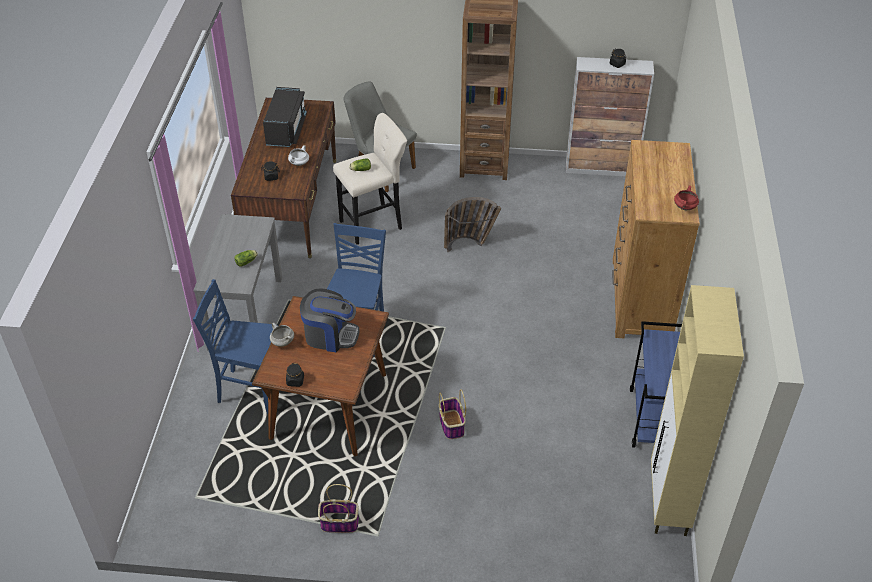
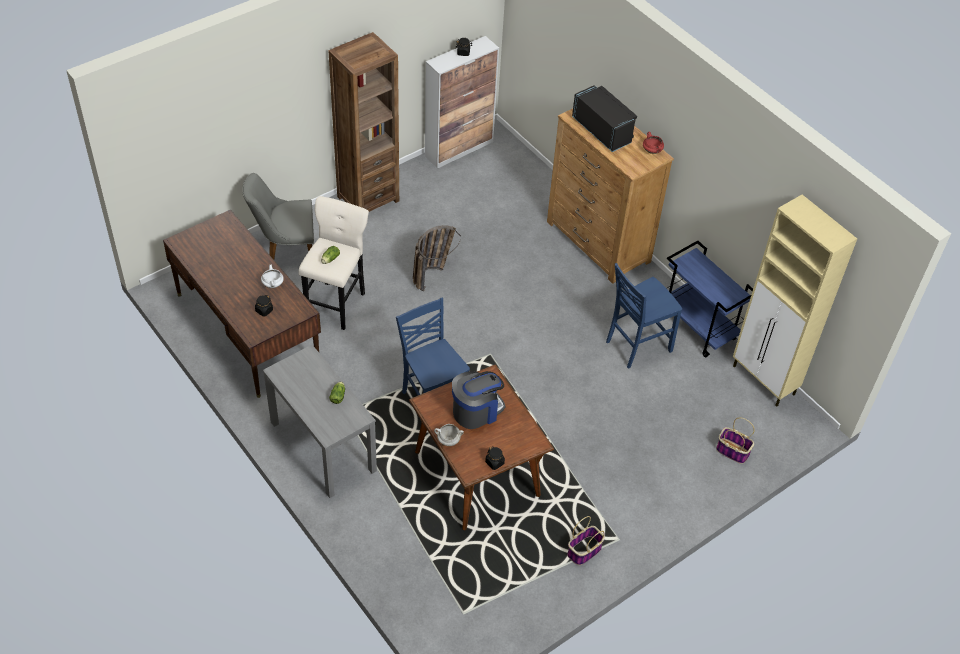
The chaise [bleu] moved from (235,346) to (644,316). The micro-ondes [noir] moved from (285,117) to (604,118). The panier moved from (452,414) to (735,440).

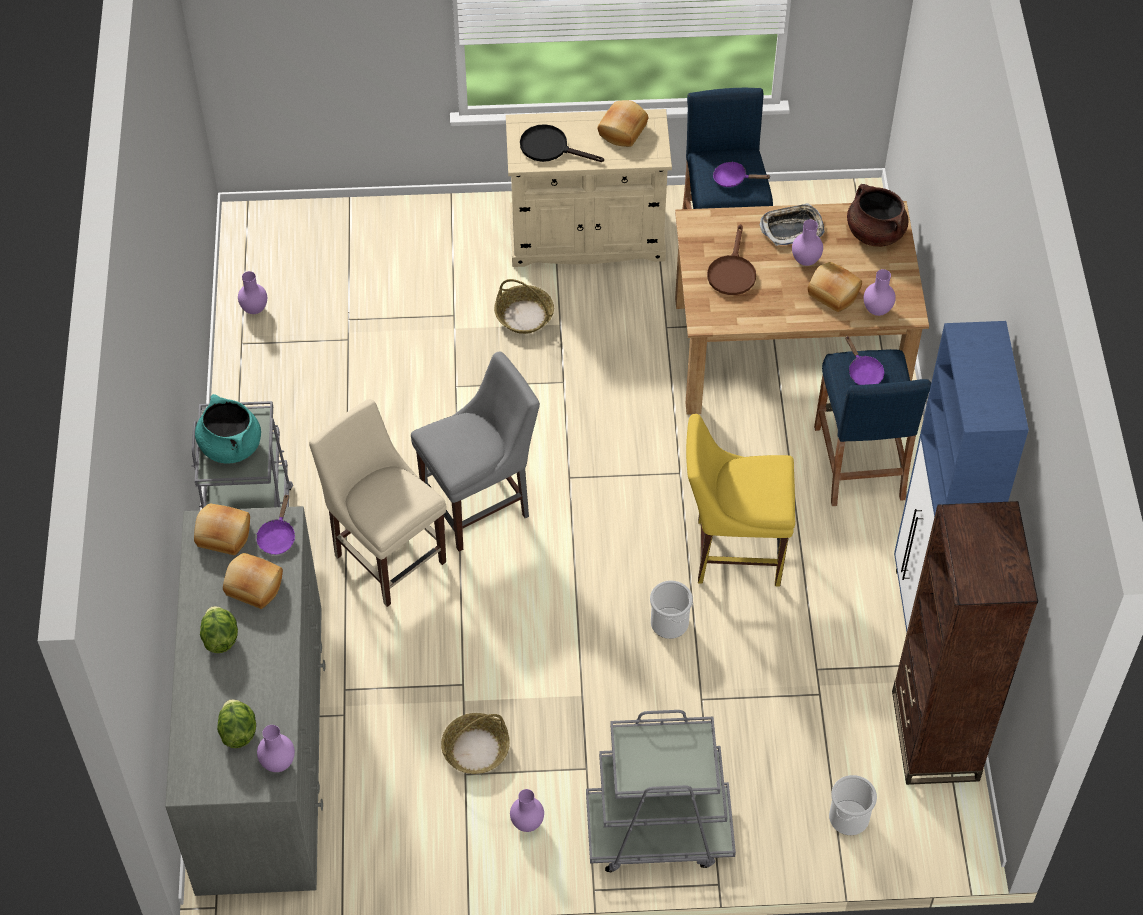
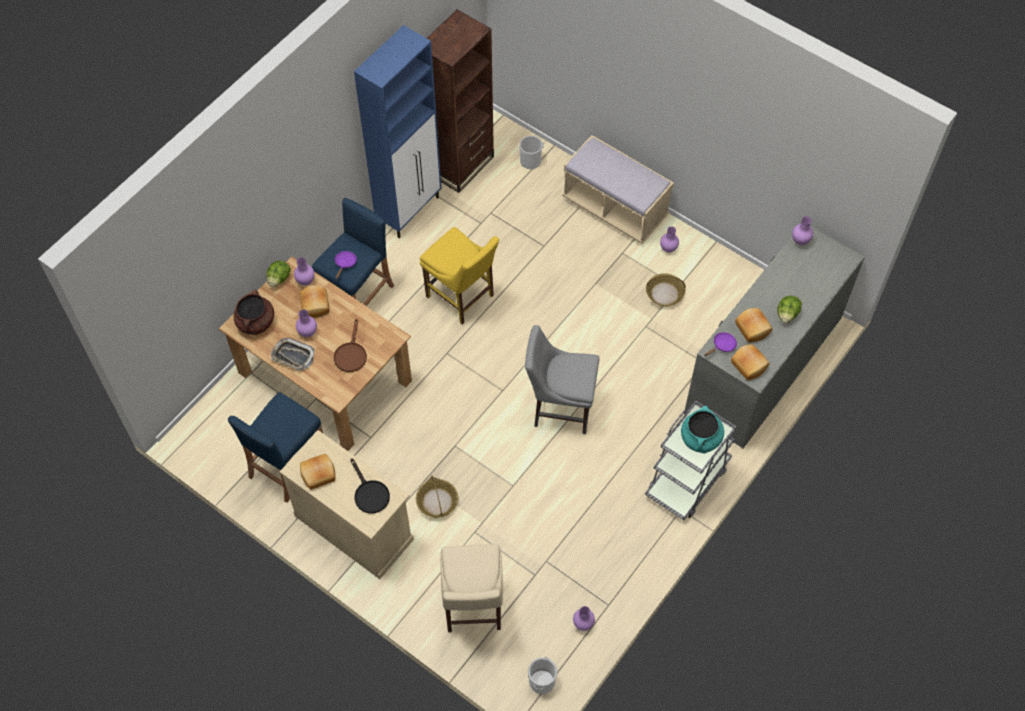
The laitue moved from (236,723) to (278,274). The chaise [beige] moved from (378,503) to (471,588). The chariot [gris] at (661,791) was replaced by the banc [beige] at (618,189). The seau moved from (671,609) to (542,675). The poêle [marron] at (731,259) turned 135 degrees clockwise. The poêle [violet] at (741,174) disappeared.

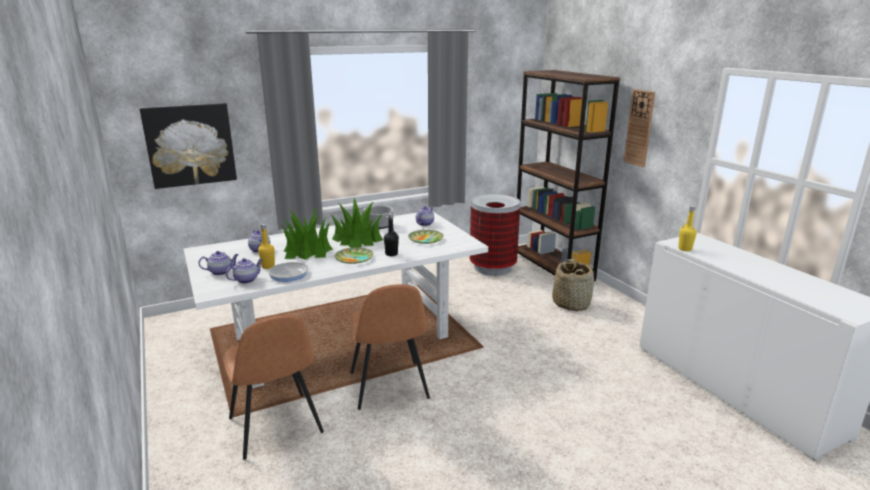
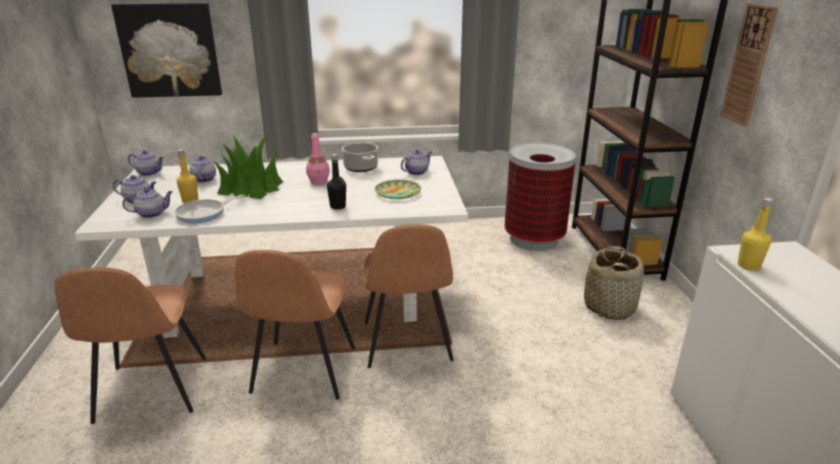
The plante en pot at (357,223) was replaced by the bouteille [rose] at (318,159). The assiette at (354,255) disappeared. The théière at (146,163) appeared. The chaise [marron] at (408,296) appeared.

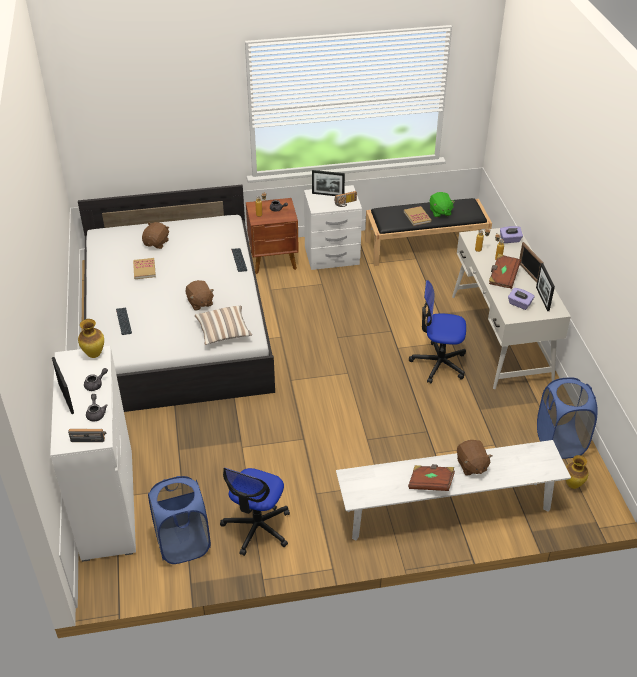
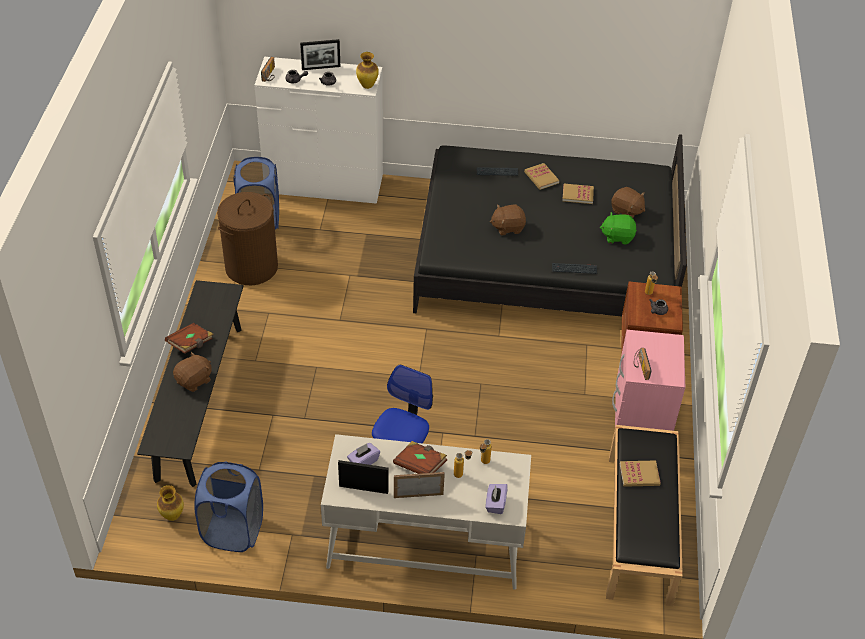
The lit [blanc] at (176,298) became the lit [noir] at (550,225). The coussin at (223,325) disappeared. The chaise de bureau at (255,512) was replaced by the panier à linge [marron] at (247,238). The table de chevet [blanc] at (333,227) became the table de chevet [rose] at (648,380). The cadre photo at (328,183) disappeared. The banc [blanc] at (453,490) became the banc [noir] at (190,383). The peluche [vert] moved from (442,205) to (618,228). The peluche [marron] at (474,458) turned 135 degrees clockwise. The livre at (541,176) appeared.

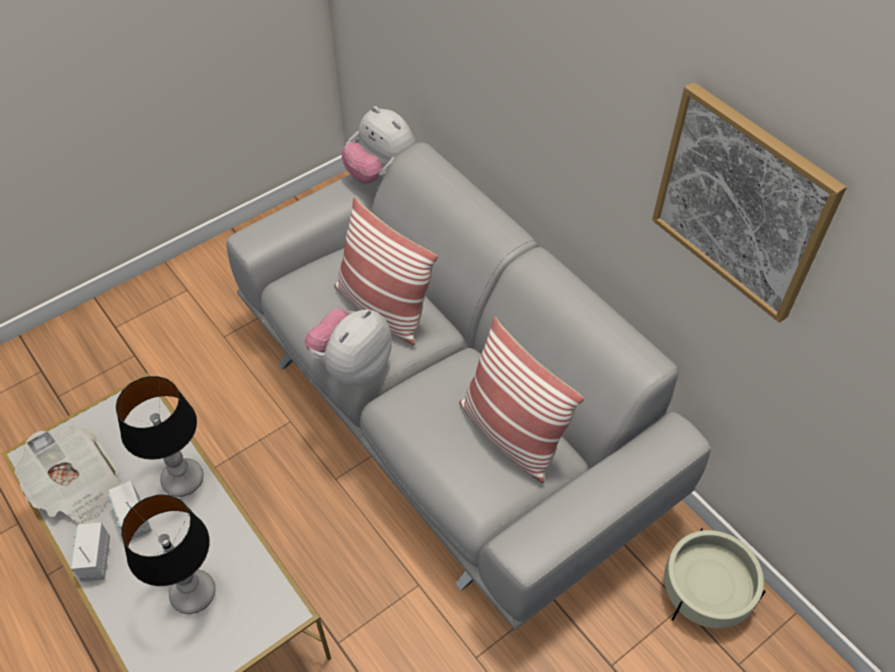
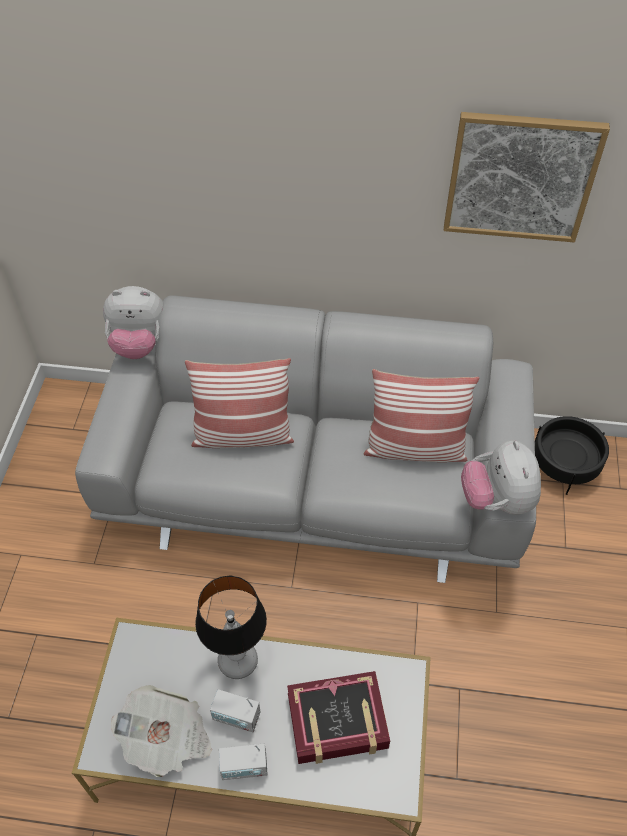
The radio at (90,552) turned 45 degrees counterclockwise. The lampe de table at (168,554) was replaced by the livre at (338,717). The peluche moved from (348,347) to (501,478). The cache-pot [beige] at (715,578) became the cache-pot [noir] at (572,455).

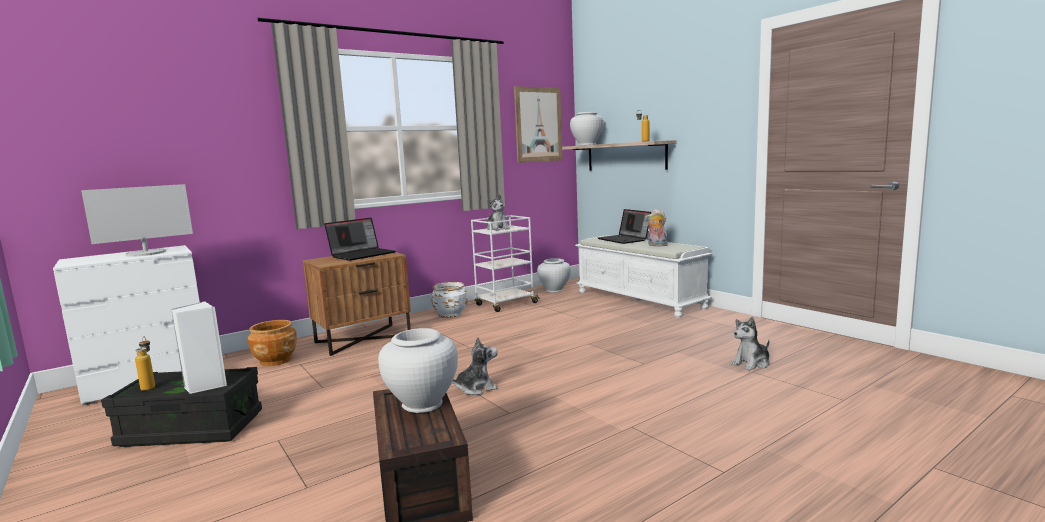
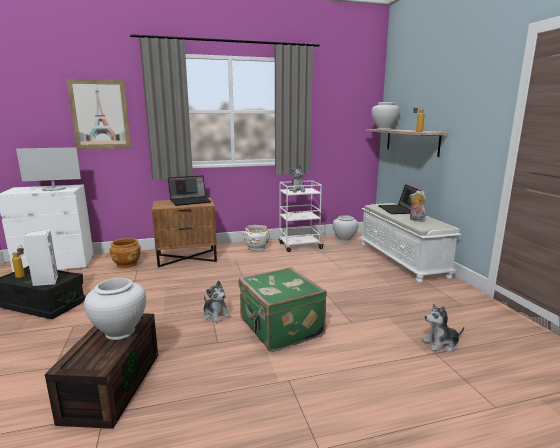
The peluche at (475,365) turned 45 degrees clockwise. The tableau moved from (538,124) to (98,114). The valise [vert] at (283,309) appeared.

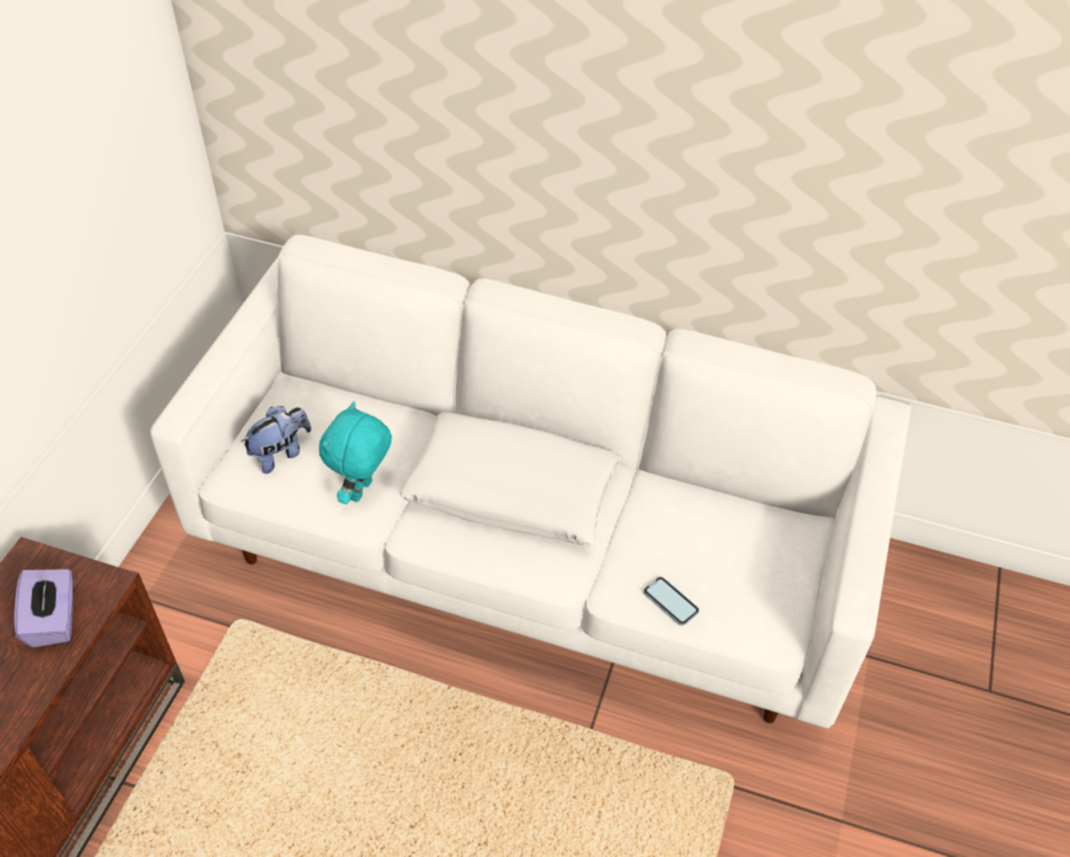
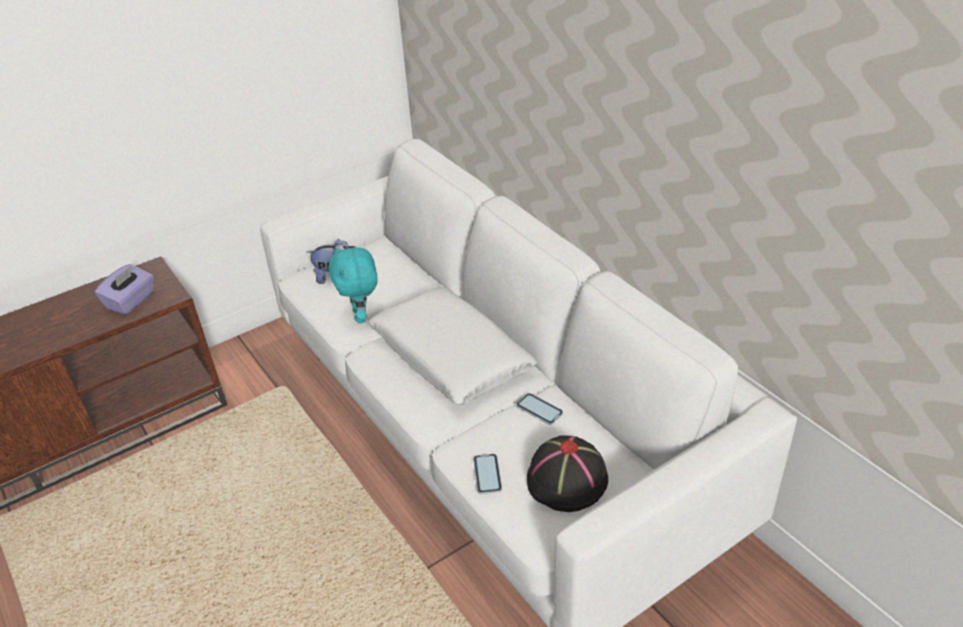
The peluche [turquoise] at (355,452) turned 75 degrees counterclockwise. The téléphone at (539,409) appeared. The chapeau [noir] at (567,473) appeared.

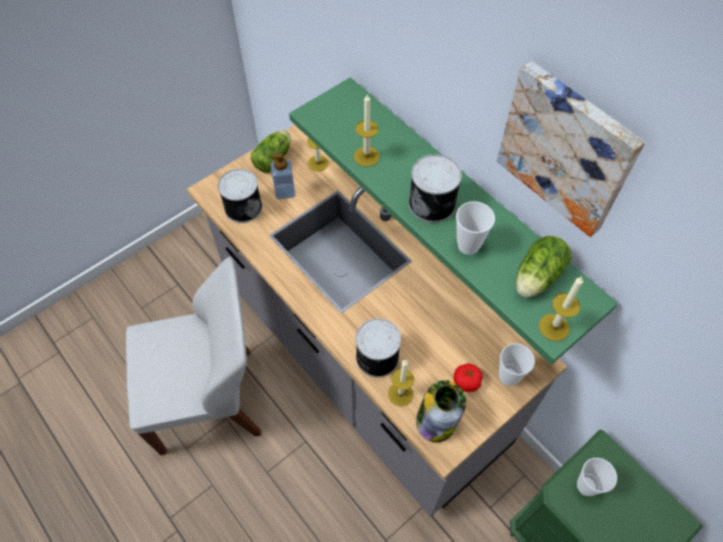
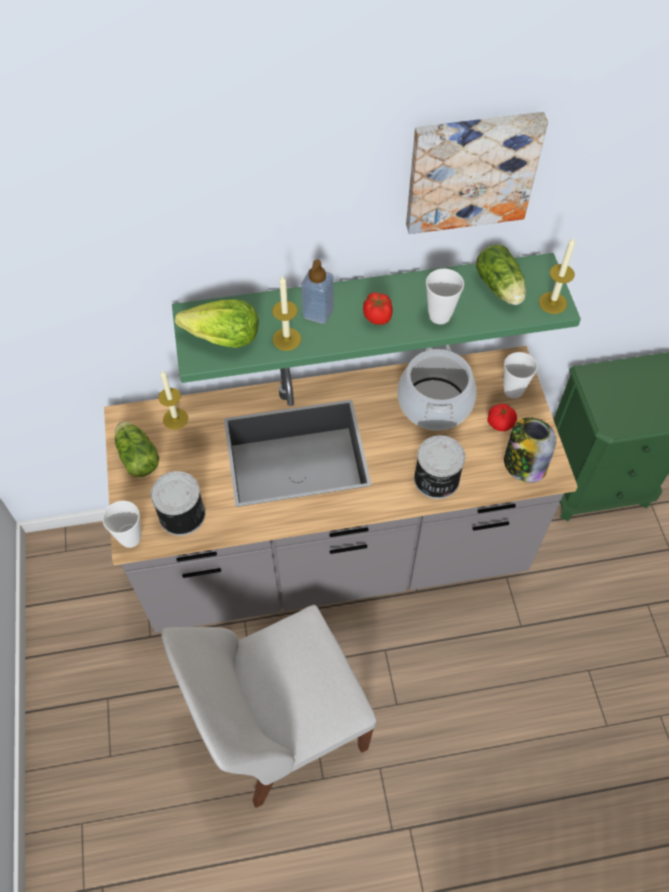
The chaise [blanc] at (193,356) turned 135 degrees counterclockwise. The distributeur de savon moved from (283,176) to (317,292). The bougie at (401,383) disappeared. The boîte métallique at (435,188) was replaced by the tomate at (378,308). The tasse moved from (597,477) to (121,524). The laitue at (217,324) appeared. The marmite at (437,388) appeared.

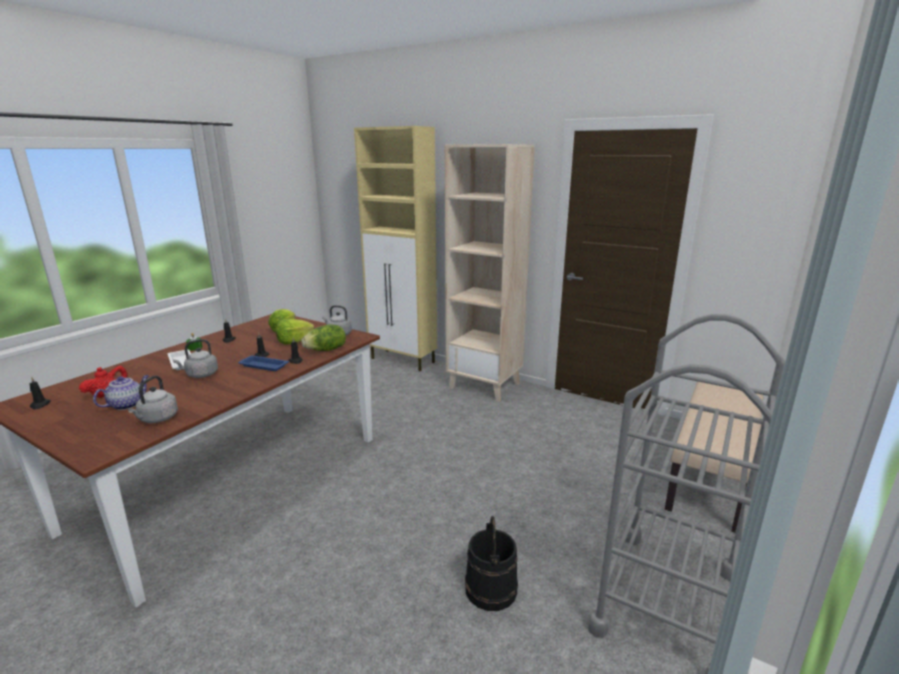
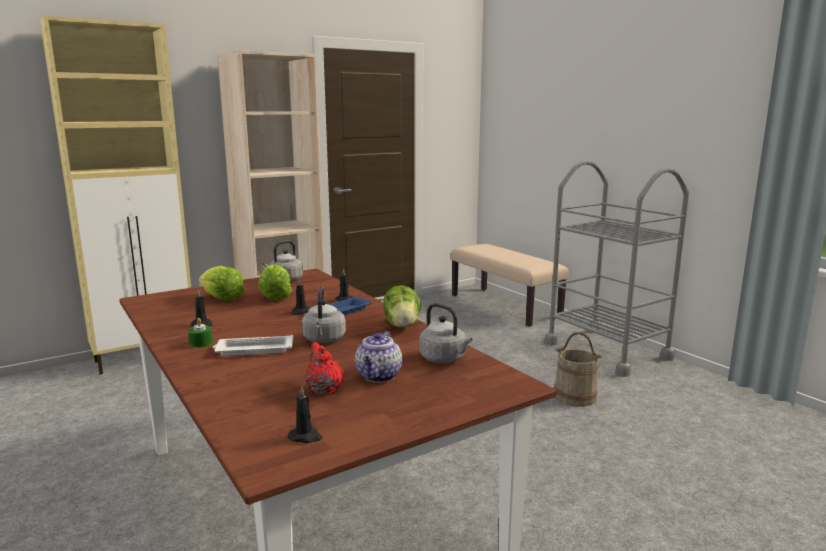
The théière at (121,392) turned 135 degrees counterclockwise. The laitue moved from (323,337) to (402,306). The seau [noir] at (491,563) became the seau [beige] at (577,369).

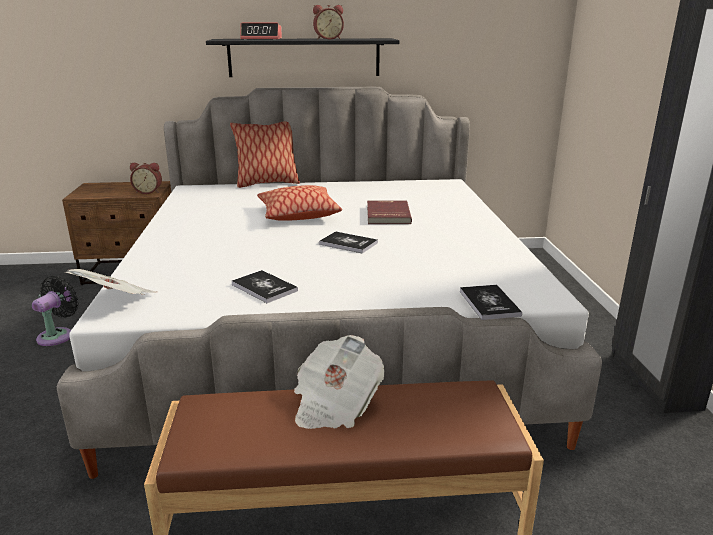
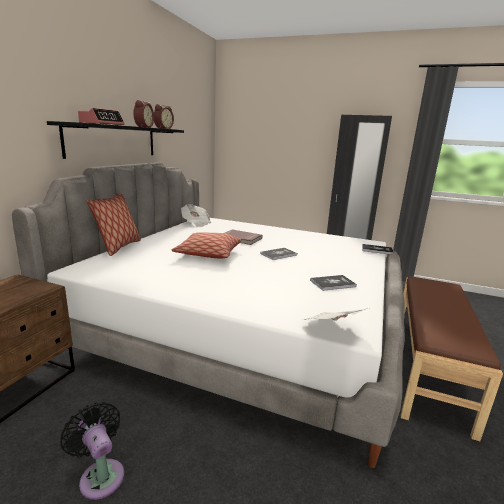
The réveil moved from (146,178) to (164,116). The journal moved from (339,382) to (196,215).

